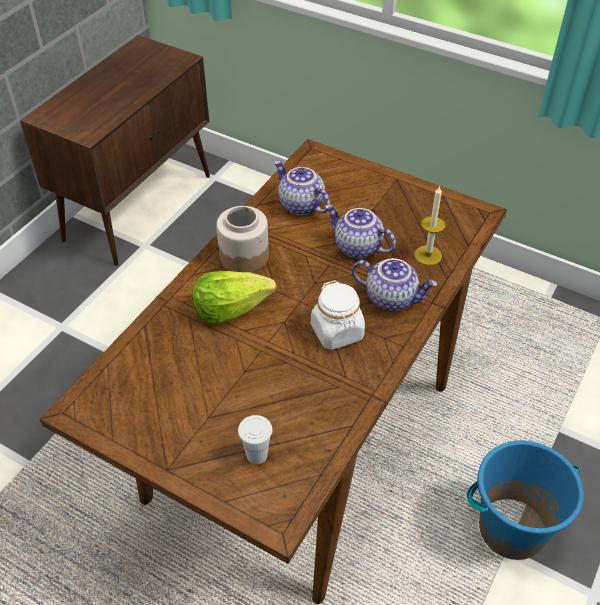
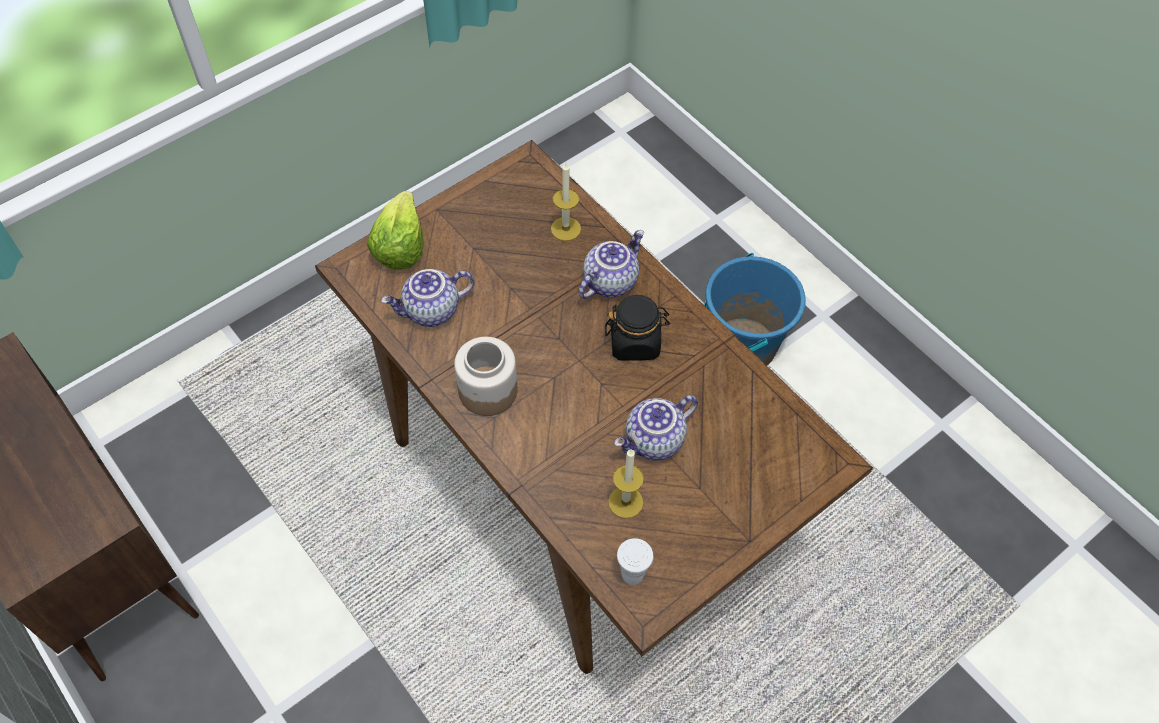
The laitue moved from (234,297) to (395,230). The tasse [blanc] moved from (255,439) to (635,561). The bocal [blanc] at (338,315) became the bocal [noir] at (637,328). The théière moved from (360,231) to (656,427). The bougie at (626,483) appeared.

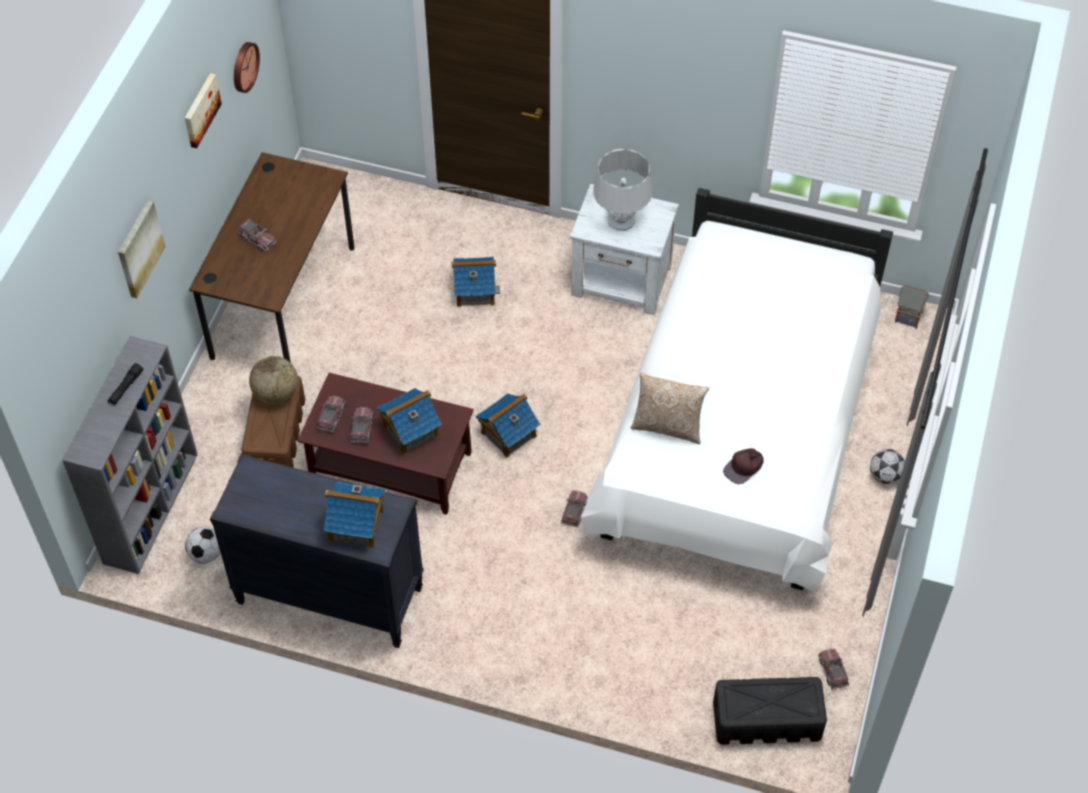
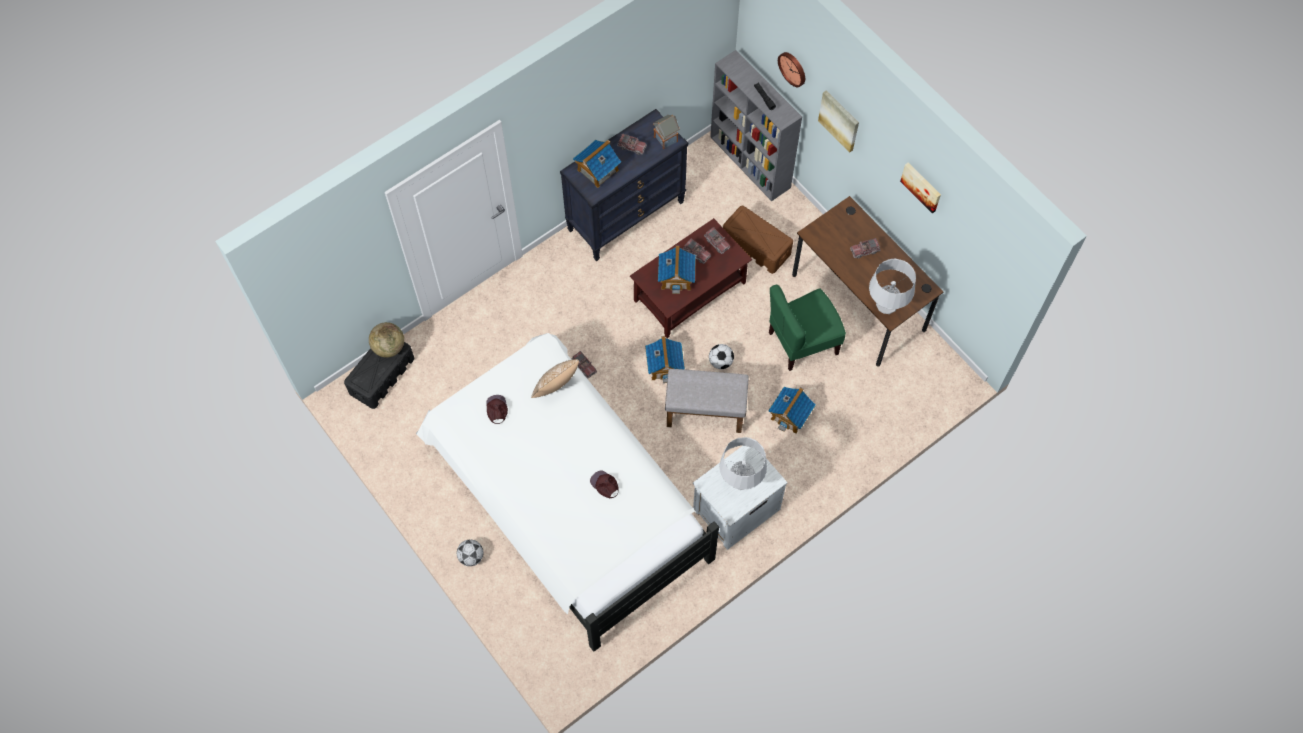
The ballon de foot moved from (203,545) to (721,356). The horloge murale moved from (247,67) to (791,69). The globe moved from (273,380) to (386,340). The camion jouet moved from (833,668) to (632,144). The maison miniature moved from (912,307) to (666,132). The casquette [marron] at (604,484) appeared. The pouf [gris] at (707,401) appeared. The chaise [vert] at (807,328) appeared. The lampe de table [gris] at (892,286) appeared.

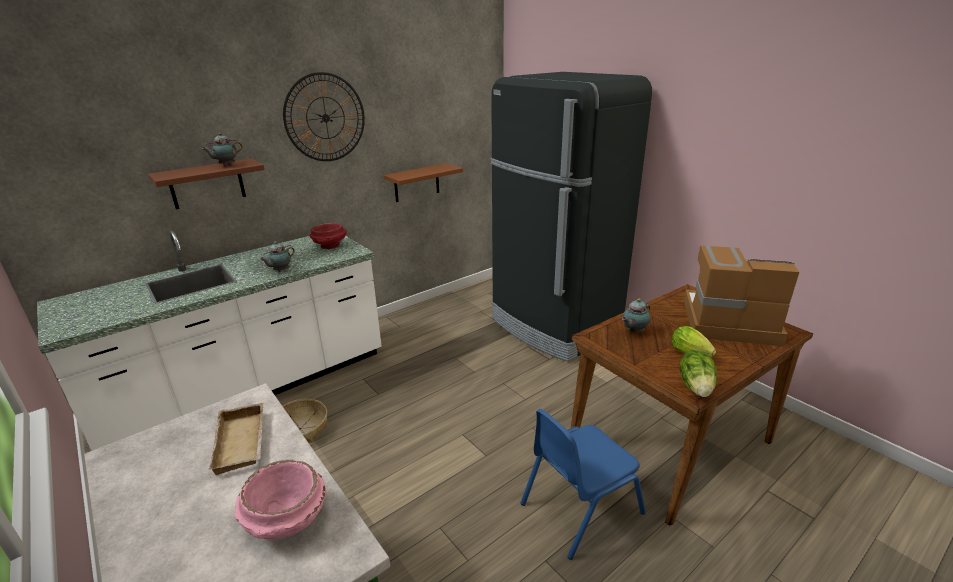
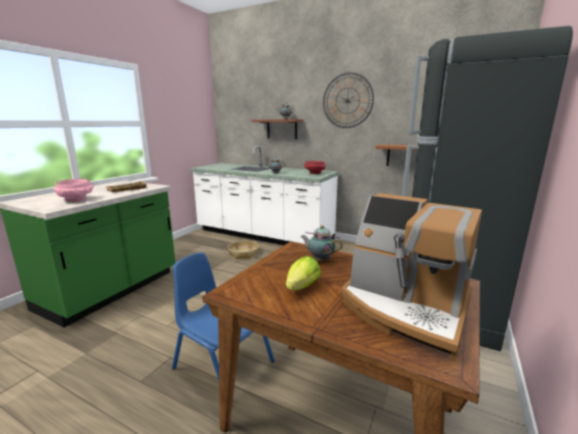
The laitue at (698,373) disappeared. The machine à café at (741,295) turned 135 degrees clockwise.

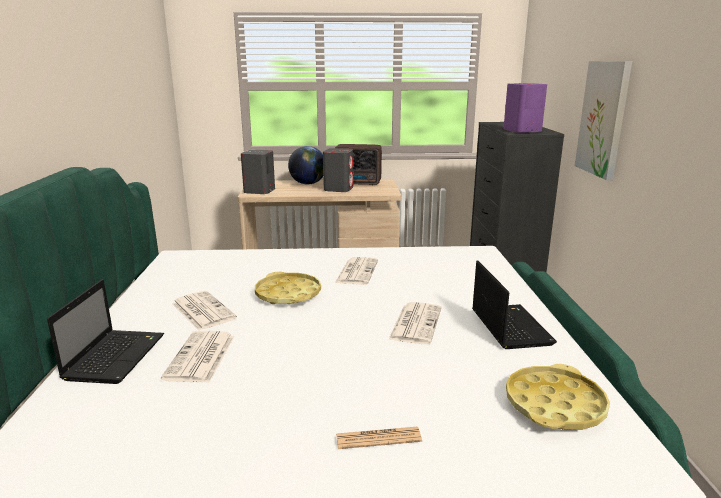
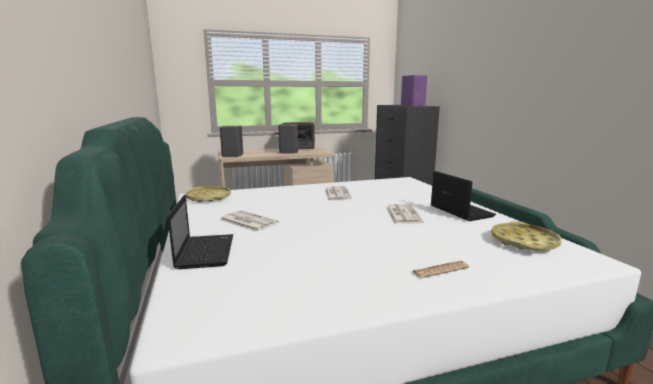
The journal at (197,357) disappeared. The plateau [jaune] moved from (288,288) to (208,194). The globe at (305,165) disappeared. The tableau at (603,120) disappeared.

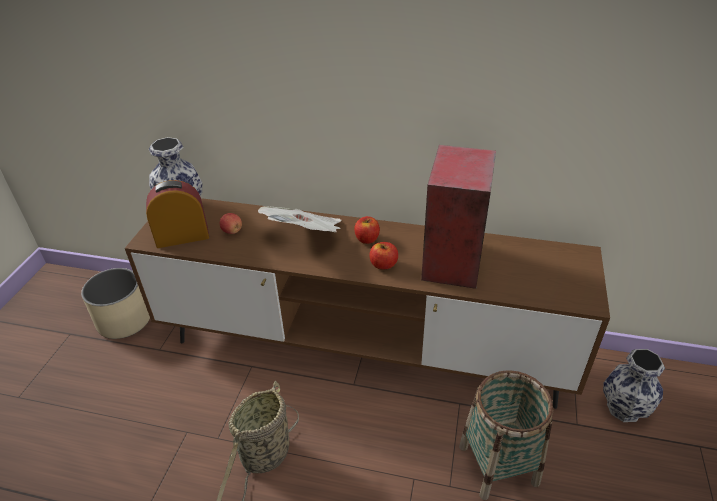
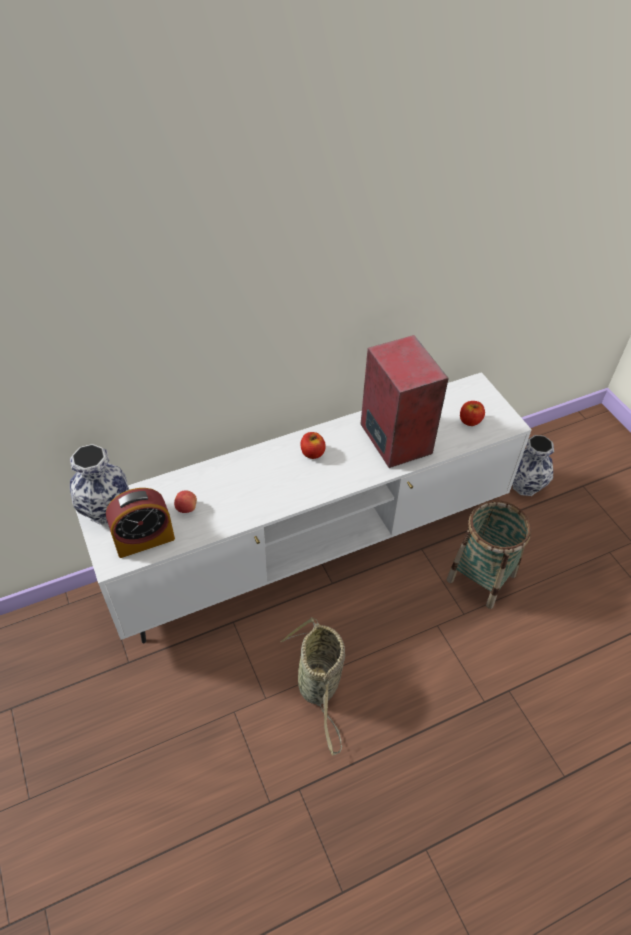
The cache-pot [beige] at (115,303) disappeared. The meuble télé [marron] at (367,303) became the meuble télé [blanc] at (303,507). The réveil at (177,214) turned 150 degrees counterclockwise. The journal at (299,219) disappeared. The pomme moved from (384,256) to (472,413).

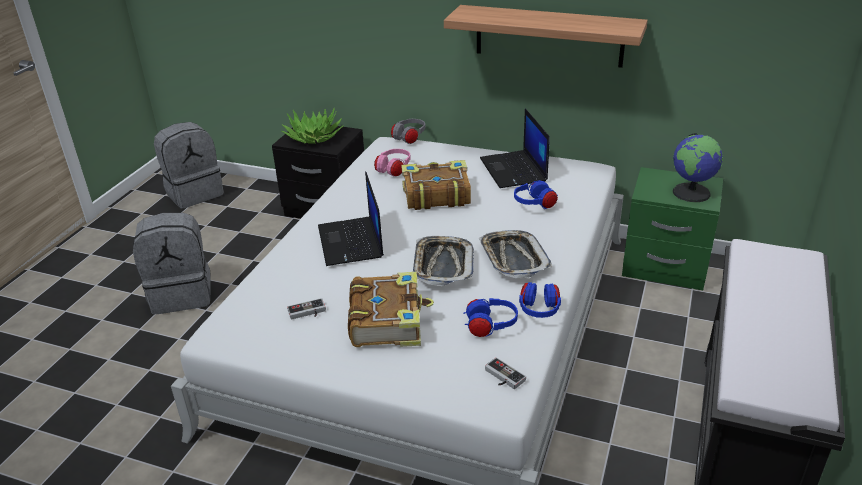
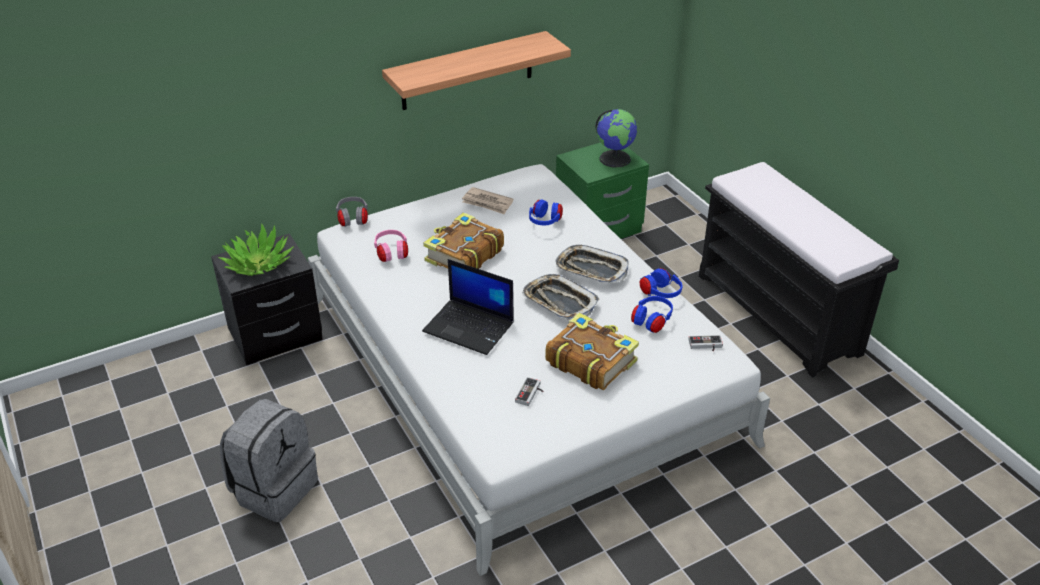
The sac à dos [gris] at (189,165) disappeared. The ordinateur portable at (515,148) was replaced by the journal at (488,201).

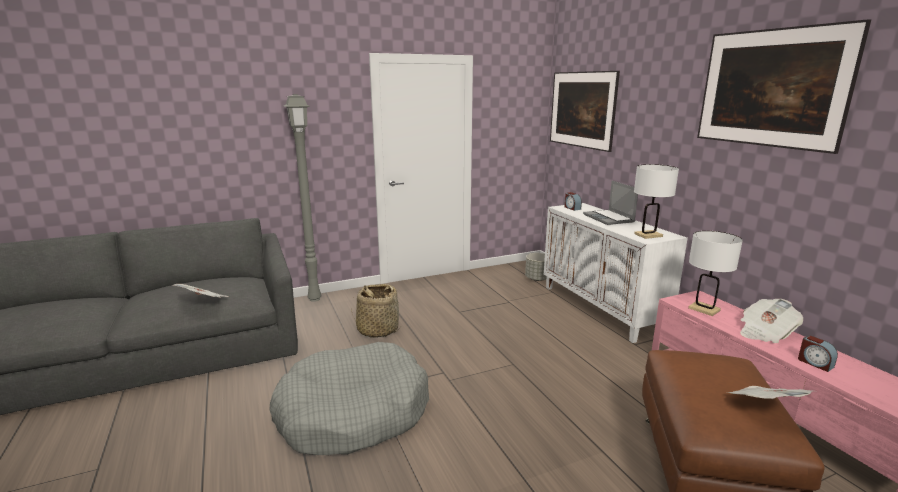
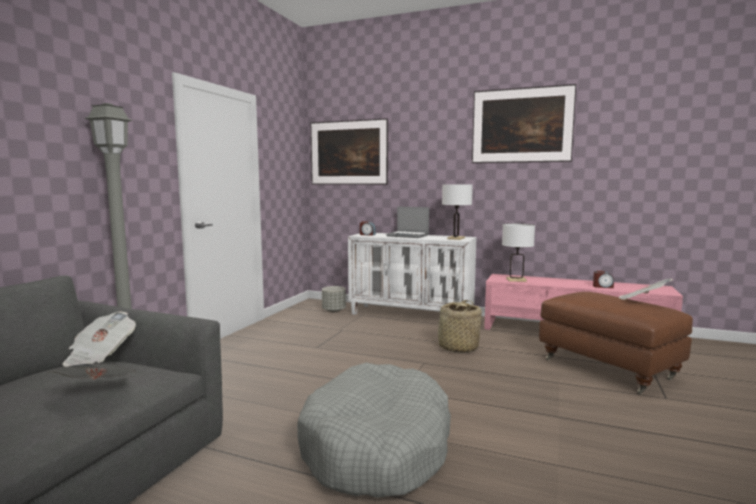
The panier moved from (376,311) to (457,326). The journal moved from (771,321) to (99,339).

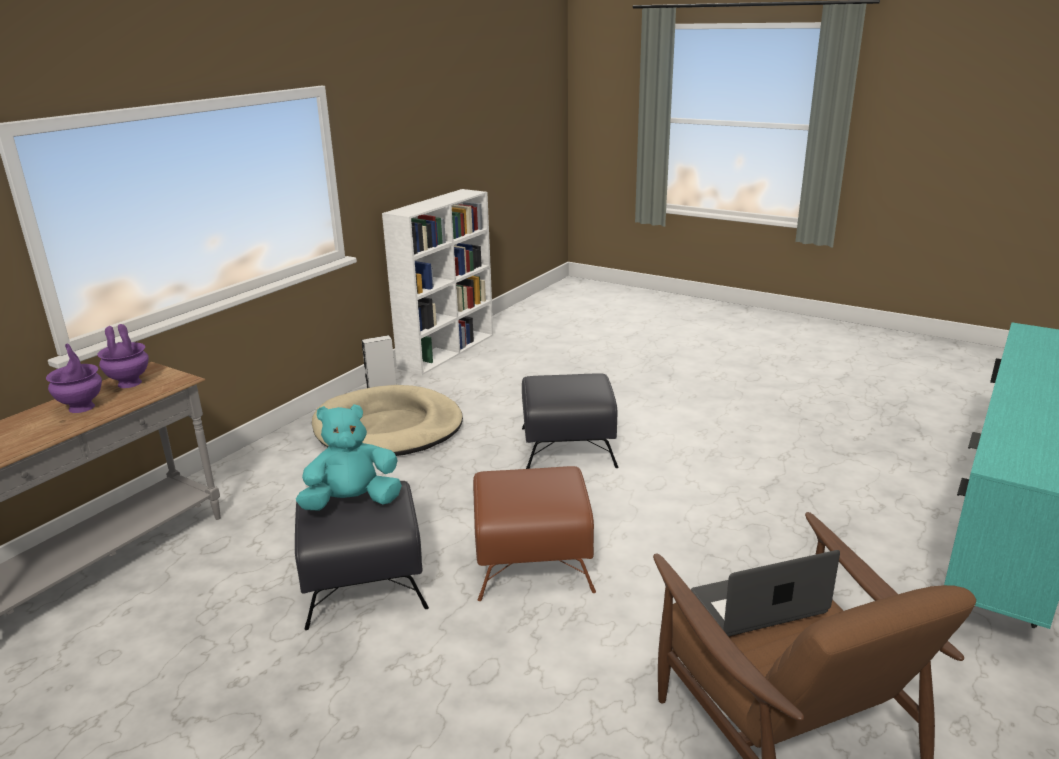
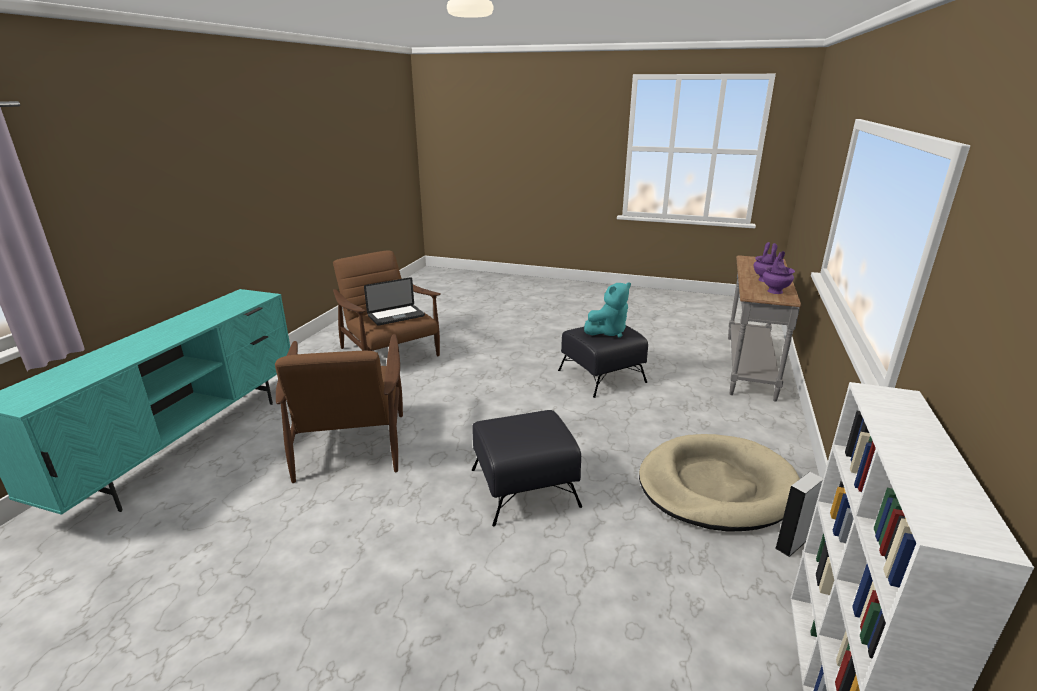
The pouf [marron] at (534,533) disappeared. The fauteuil [marron] at (339,408) appeared.

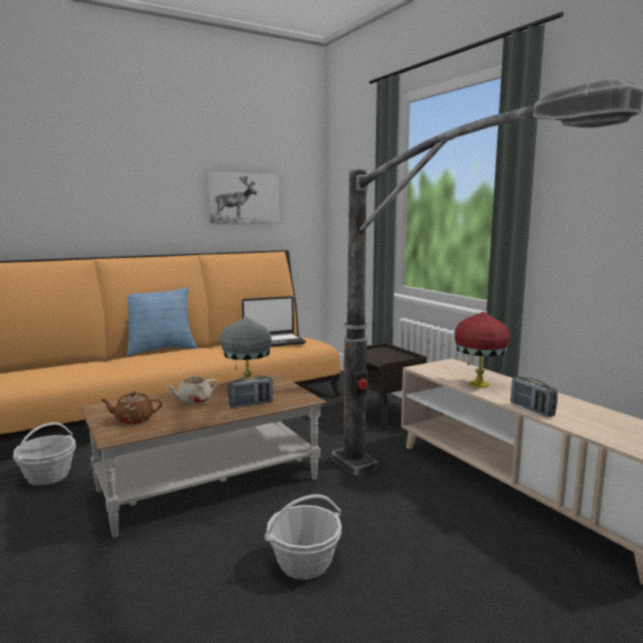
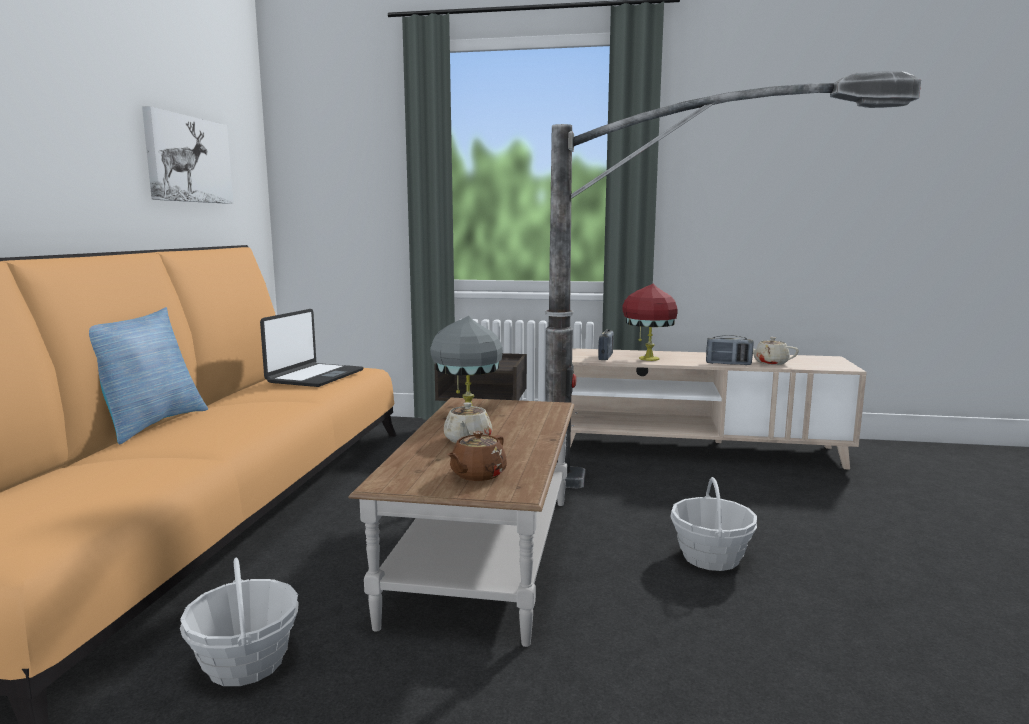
The radio moved from (250,391) to (606,344). The théière [beige] at (776,351) appeared.

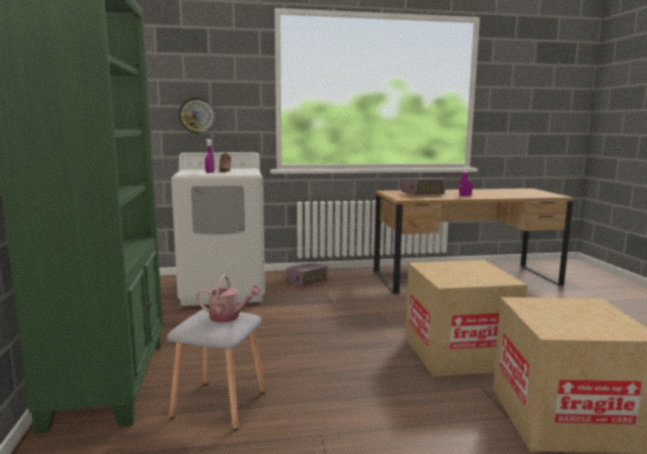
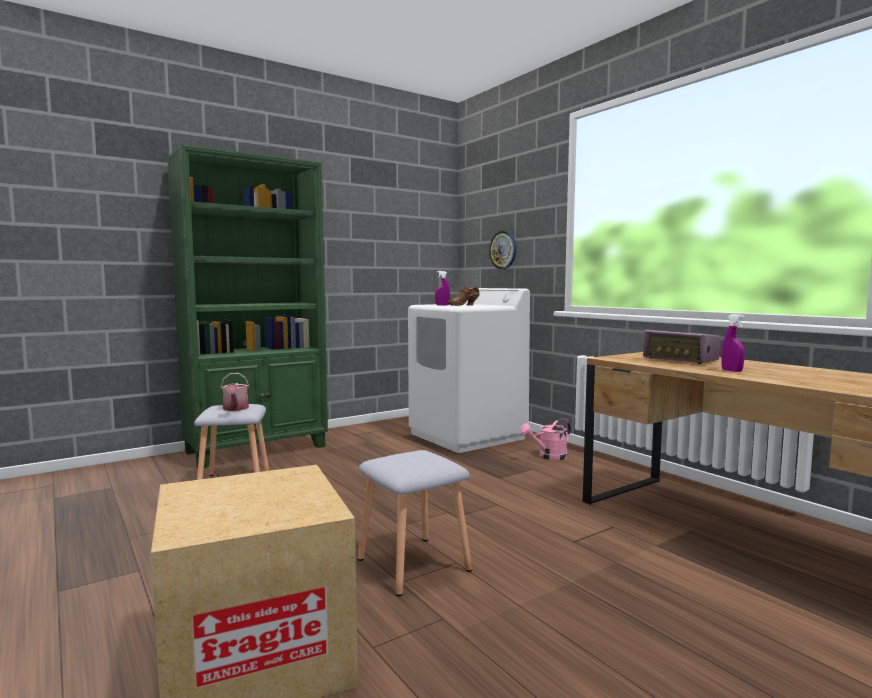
The radio at (307,274) was replaced by the arrosoir [rose] at (545,439). The carton at (466,318) was replaced by the tabouret [gris] at (415,523).

